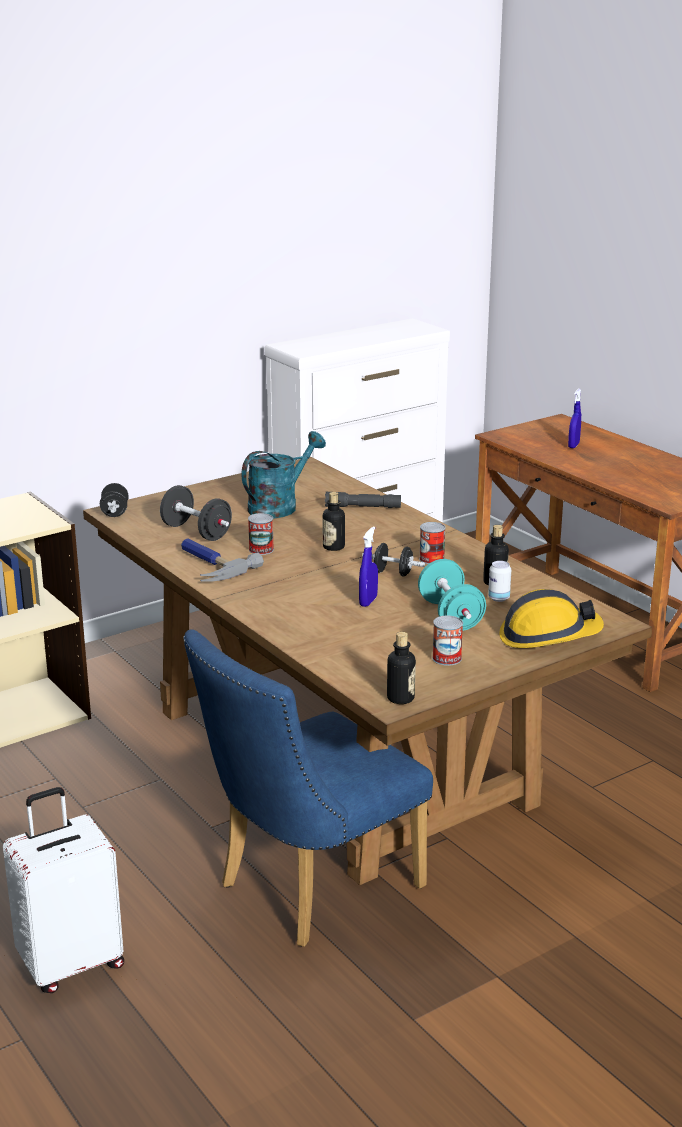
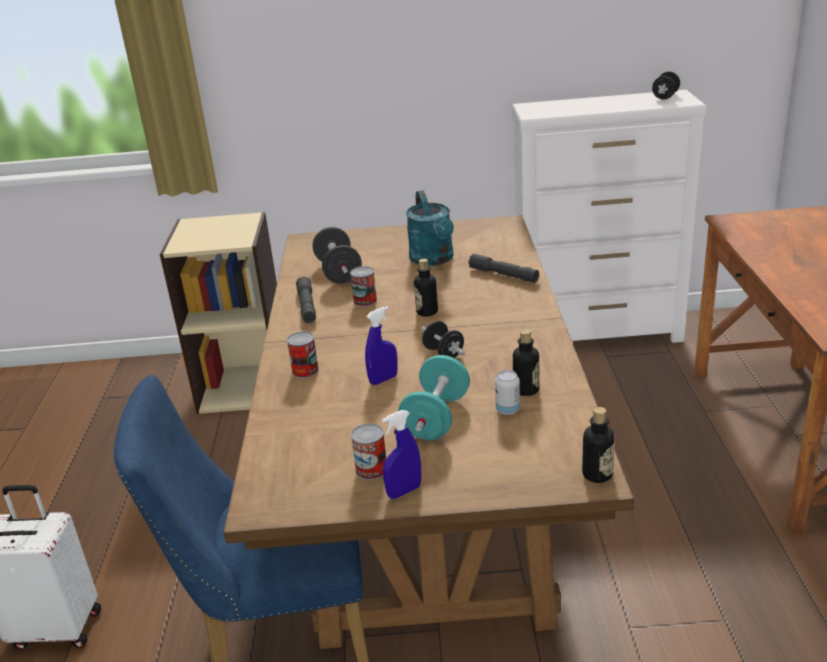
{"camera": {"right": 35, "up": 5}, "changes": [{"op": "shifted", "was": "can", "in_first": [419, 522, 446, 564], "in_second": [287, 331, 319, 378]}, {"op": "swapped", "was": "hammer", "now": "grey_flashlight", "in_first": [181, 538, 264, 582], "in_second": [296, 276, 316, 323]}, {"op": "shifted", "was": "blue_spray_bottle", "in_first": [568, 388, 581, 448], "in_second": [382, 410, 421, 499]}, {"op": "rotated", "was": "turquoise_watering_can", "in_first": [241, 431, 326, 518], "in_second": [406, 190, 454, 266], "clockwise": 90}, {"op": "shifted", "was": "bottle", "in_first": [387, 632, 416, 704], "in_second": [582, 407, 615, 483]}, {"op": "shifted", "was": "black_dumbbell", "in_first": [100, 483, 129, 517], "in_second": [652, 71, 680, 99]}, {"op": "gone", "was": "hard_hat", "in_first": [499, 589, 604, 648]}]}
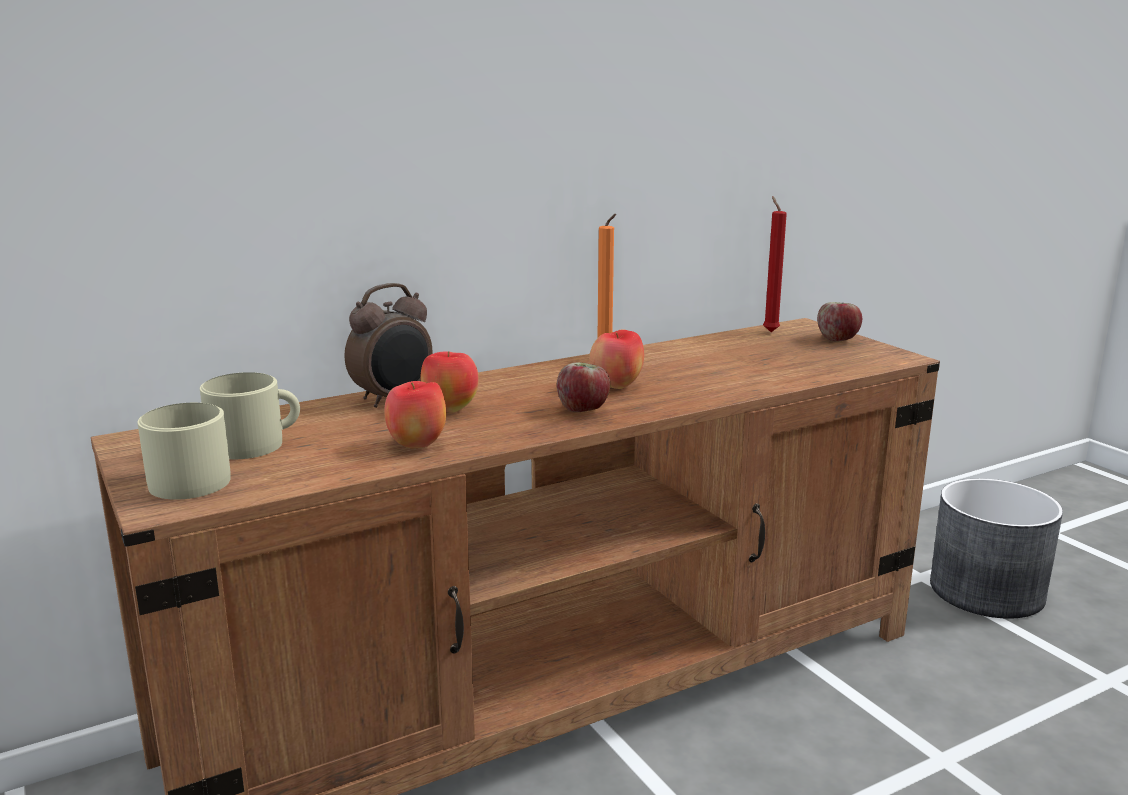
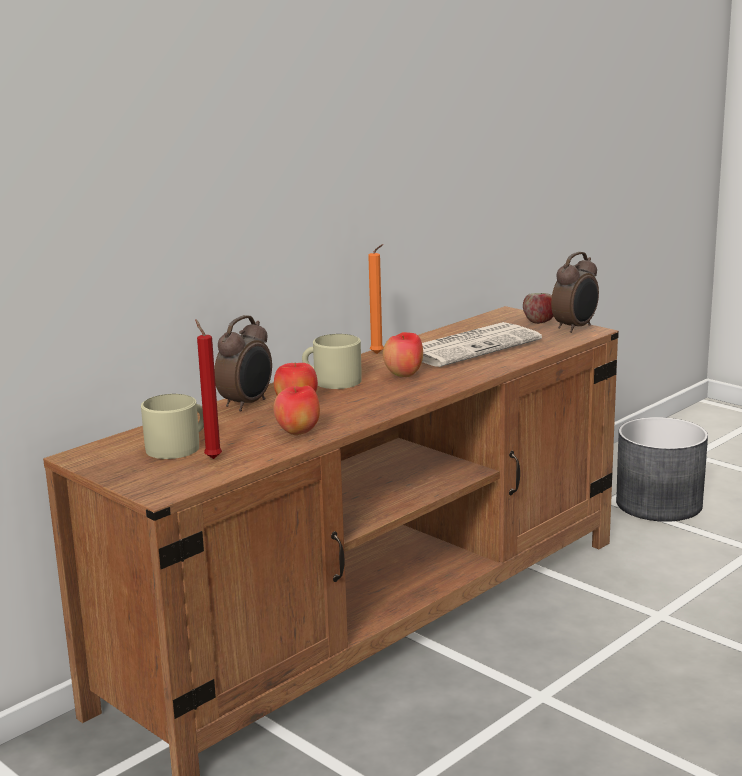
{"camera": {"right": -15, "up": 0}, "changes": [{"op": "shifted", "was": "red_candle", "in_first": [763, 196, 787, 332], "in_second": [195, 320, 222, 459]}, {"op": "shifted", "was": "beige_mug", "in_first": [137, 403, 231, 500], "in_second": [302, 334, 362, 389]}, {"op": "new", "now": "newspaper", "in_second": [422, 322, 542, 367]}, {"op": "new", "now": "alarm_clock", "in_second": [551, 252, 599, 333]}, {"op": "gone", "was": "apple", "in_first": [557, 362, 610, 412]}]}
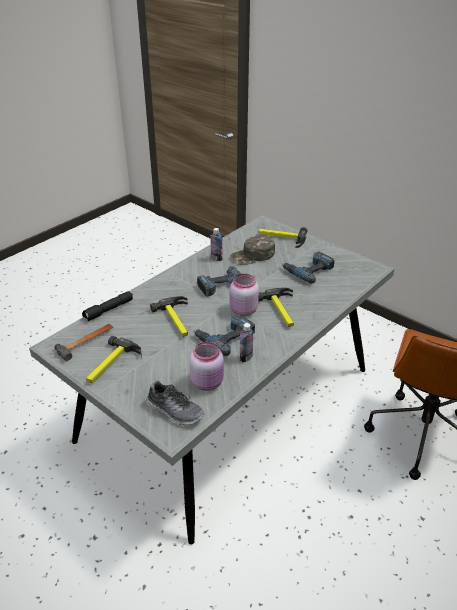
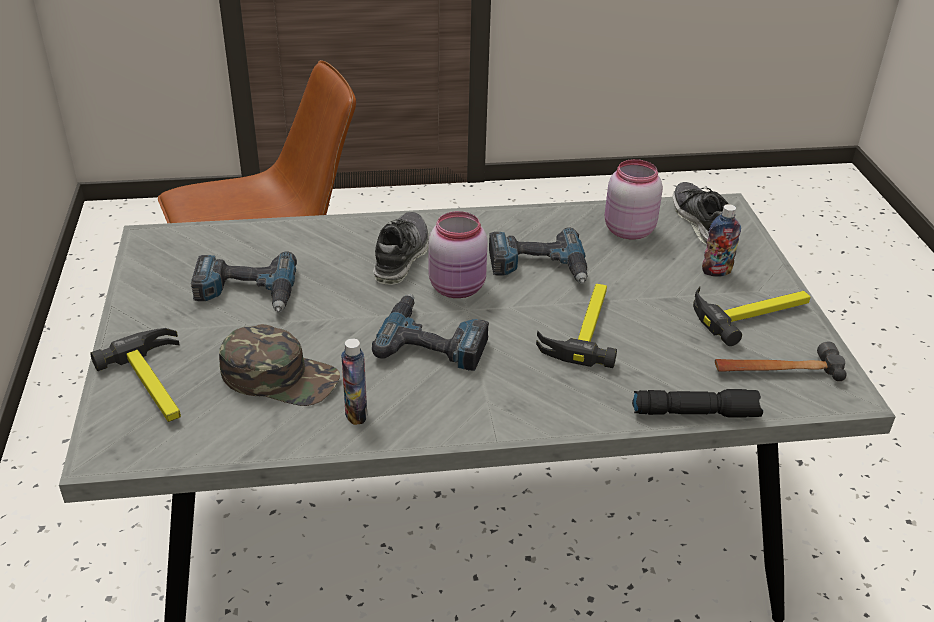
{"camera": {"right": -140, "up": 0}, "changes": [{"op": "swapped", "was": "hammer", "now": "shoe", "in_first": [258, 288, 294, 327], "in_second": [373, 212, 429, 285]}, {"op": "shifted", "was": "bottle", "in_first": [240, 323, 253, 362], "in_second": [702, 204, 741, 277]}]}
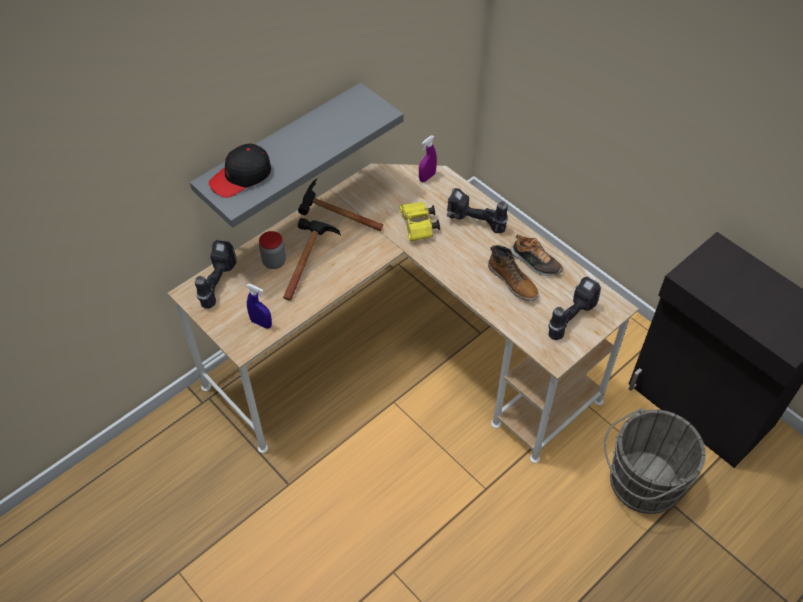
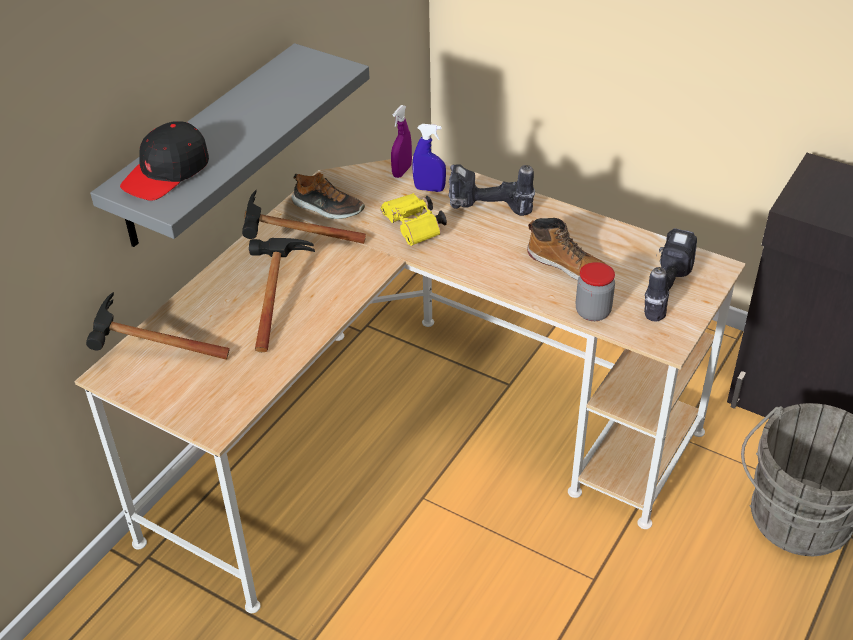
{"camera": {"right": -15, "up": -10}, "changes": [{"op": "swapped", "was": "power_drill", "now": "hammer", "in_first": [195, 240, 237, 309], "in_second": [86, 292, 230, 360]}, {"op": "shifted", "was": "shoe", "in_first": [511, 235, 563, 276], "in_second": [291, 172, 365, 219]}, {"op": "shifted", "was": "blue_spray_bottle", "in_first": [246, 284, 272, 329], "in_second": [412, 124, 446, 192]}, {"op": "shifted", "was": "jar", "in_first": [259, 231, 286, 269], "in_second": [576, 262, 615, 321]}]}
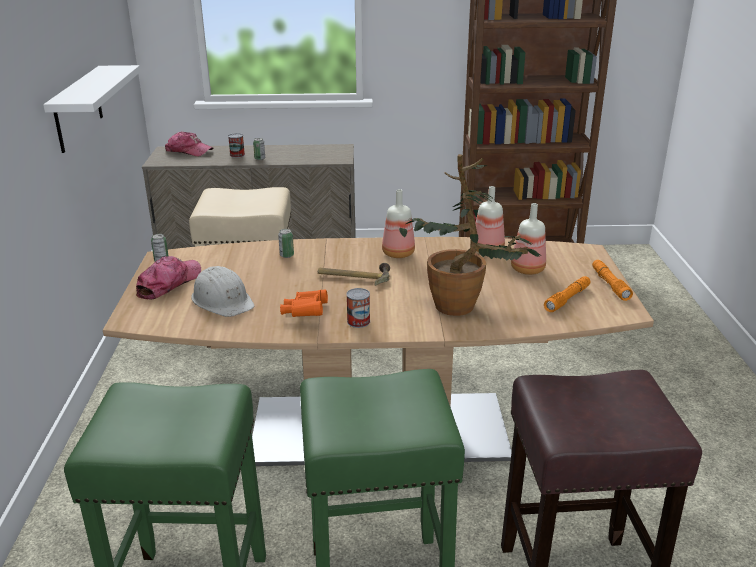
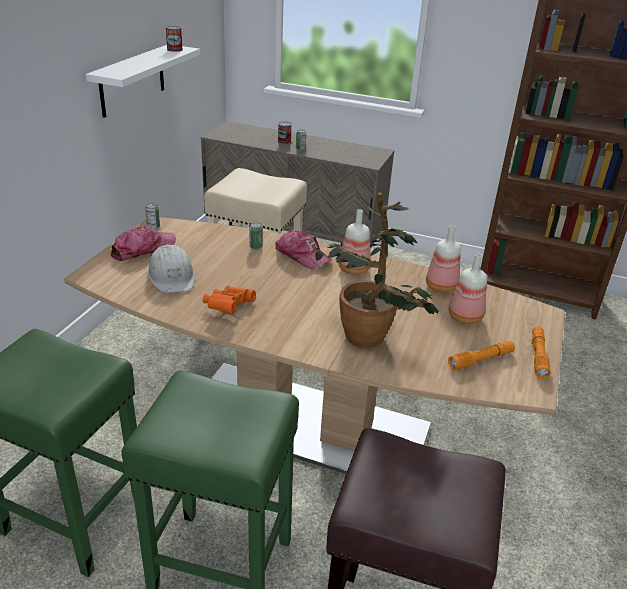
{"camera": {"right": 20, "up": 5}, "changes": [{"op": "shifted", "was": "can", "in_first": [346, 288, 370, 328], "in_second": [165, 26, 183, 52]}, {"op": "shifted", "was": "cap", "in_first": [165, 131, 214, 156], "in_second": [275, 230, 331, 269]}, {"op": "gone", "was": "hammer", "in_first": [318, 263, 390, 286]}]}
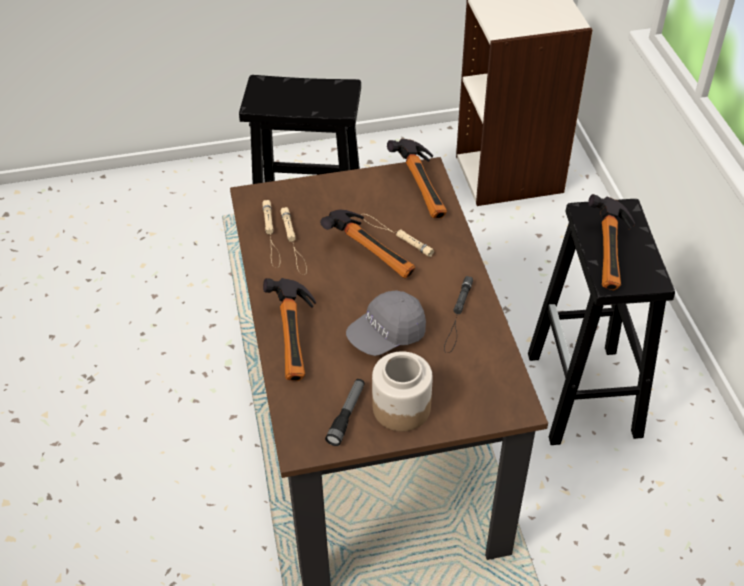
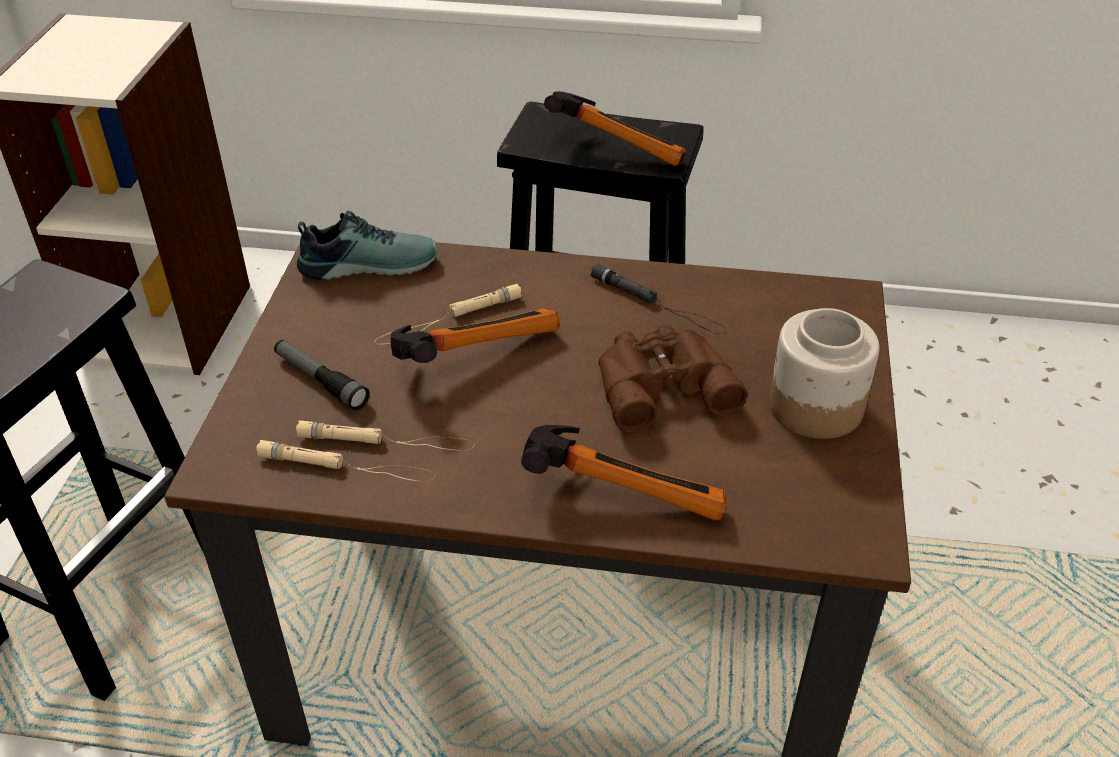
{"camera": {"right": -70, "up": -5}, "changes": [{"op": "shifted", "was": "flashlight", "in_first": [325, 379, 365, 446], "in_second": [274, 340, 370, 410]}, {"op": "swapped", "was": "hammer", "now": "shoe", "in_first": [387, 139, 447, 218], "in_second": [297, 211, 437, 280]}, {"op": "swapped", "was": "grey_cap", "now": "brown_binoculars", "in_first": [346, 290, 426, 356], "in_second": [598, 325, 748, 433]}]}
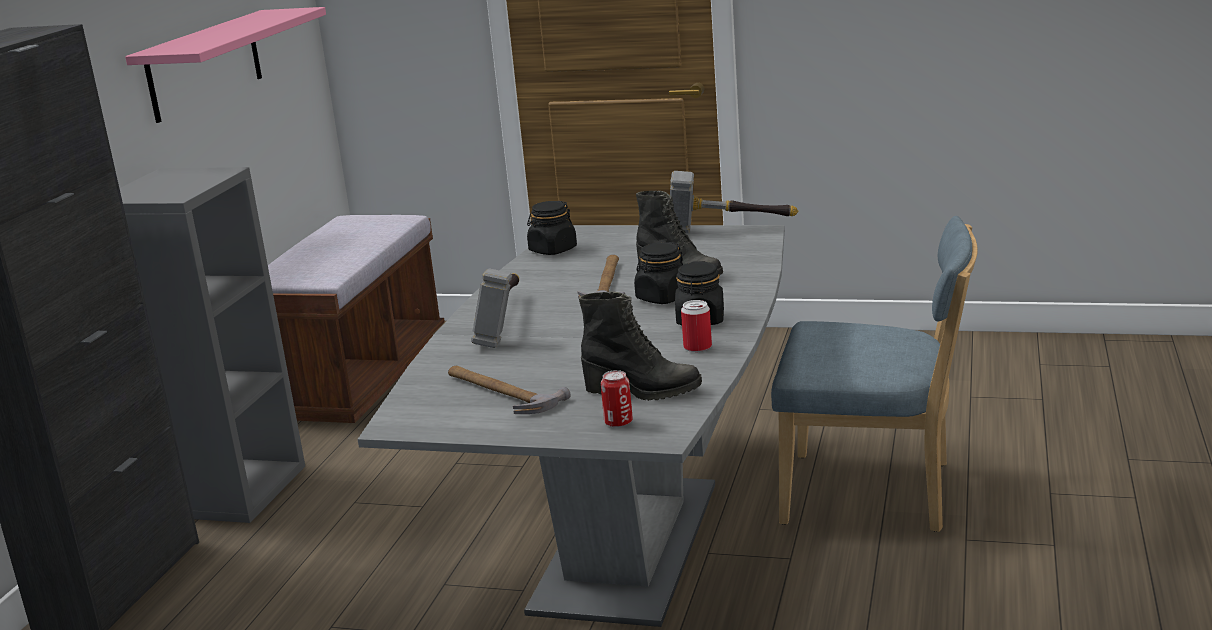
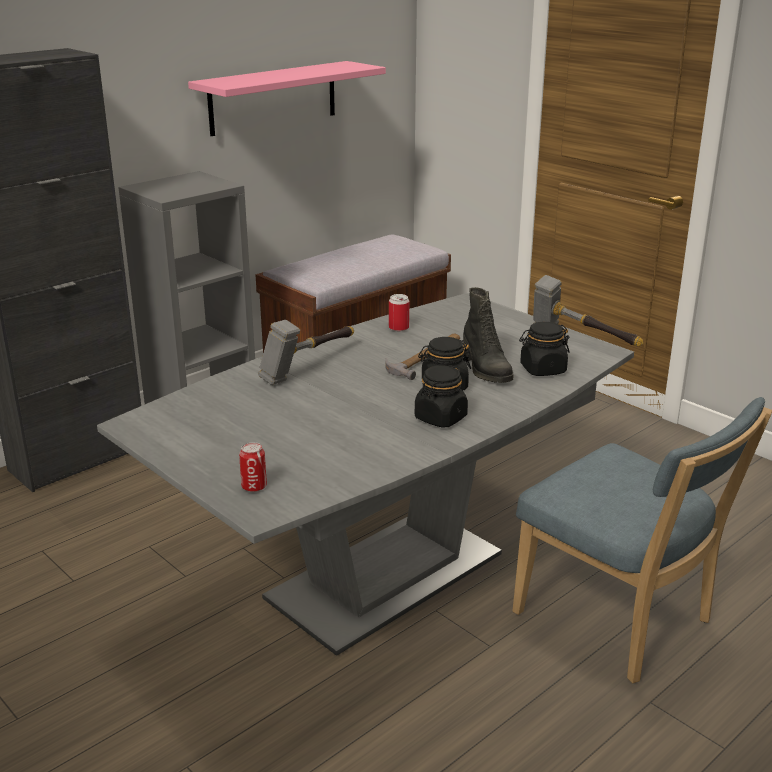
{"camera": {"right": 30, "up": 5}, "changes": [{"op": "shifted", "was": "can", "in_first": [681, 300, 712, 352], "in_second": [389, 294, 409, 331]}, {"op": "shifted", "was": "black_jar", "in_first": [527, 201, 577, 255], "in_second": [519, 322, 570, 376]}, {"op": "gone", "was": "hammer", "in_first": [448, 366, 571, 414]}, {"op": "gone", "was": "black_boot", "in_first": [579, 291, 702, 401]}]}
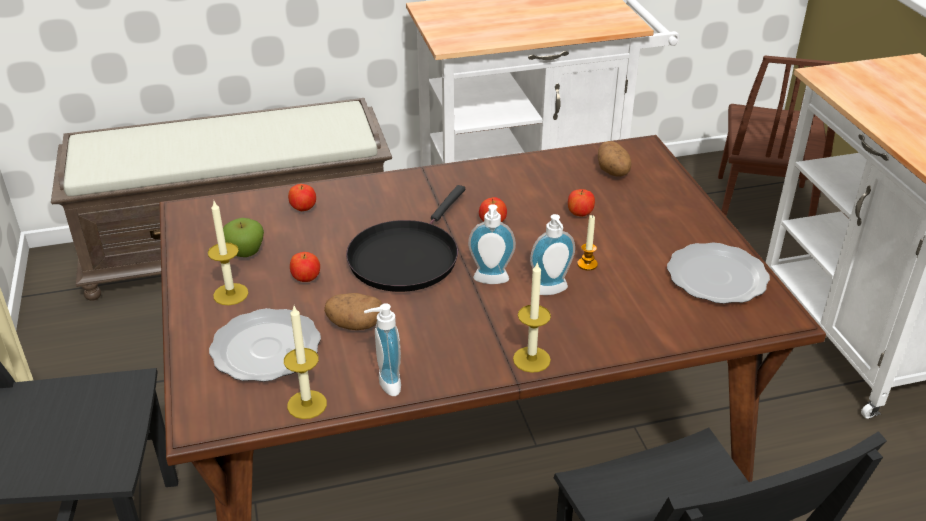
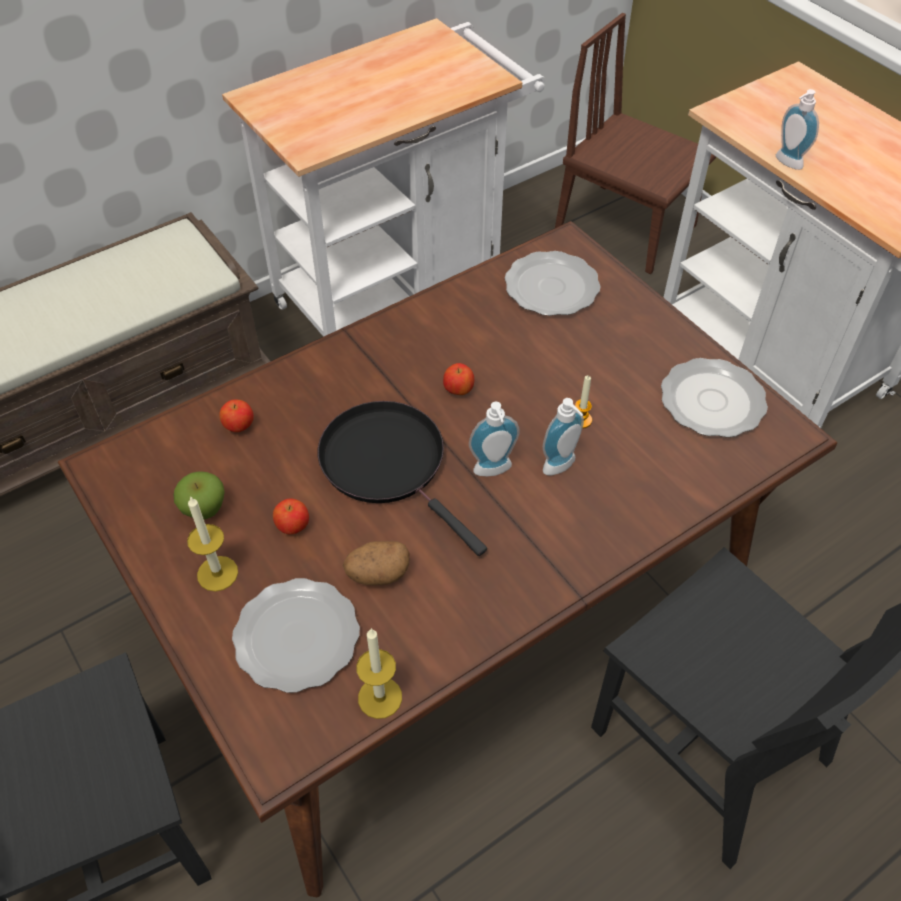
{"camera": {"right": -20, "up": 15}, "changes": [{"op": "rotated", "was": "black_frying_pan", "in_first": [346, 185, 465, 292], "in_second": [318, 401, 487, 556], "clockwise": 135}, {"op": "swapped", "was": "potato", "now": "plate", "in_first": [598, 141, 632, 177], "in_second": [505, 251, 601, 316]}, {"op": "rotated", "was": "brown_chair", "in_first": [718, 55, 842, 217], "in_second": [555, 13, 716, 274], "clockwise": 135}, {"op": "shifted", "was": "soap_dispenser", "in_first": [364, 303, 401, 396], "in_second": [776, 89, 819, 170]}, {"op": "gone", "was": "candle", "in_first": [513, 262, 551, 373]}, {"op": "gone", "was": "apple", "in_first": [568, 189, 595, 217]}]}
